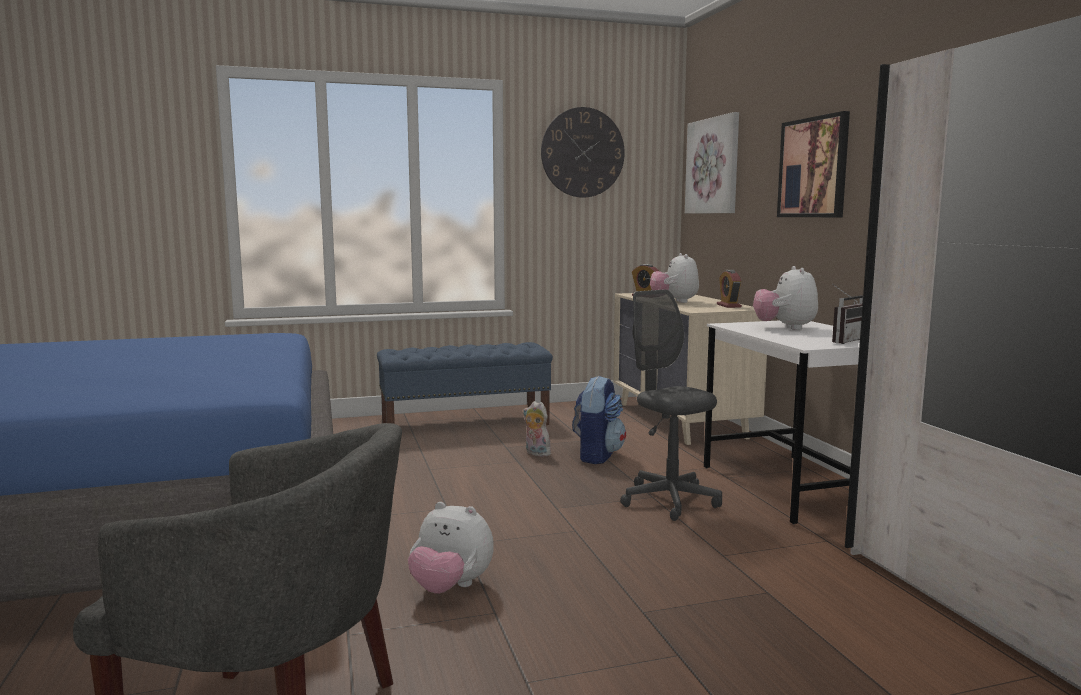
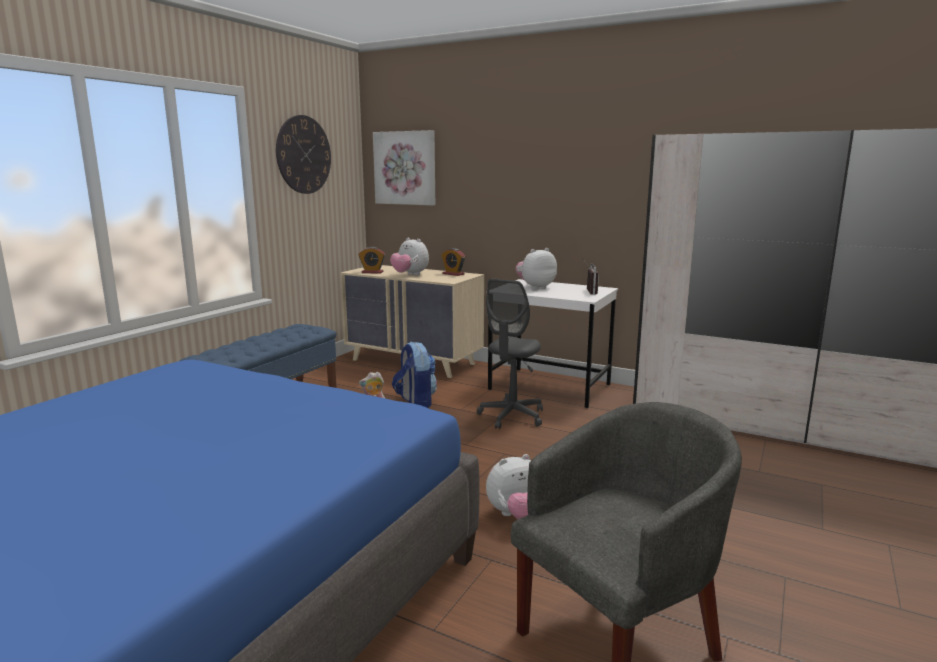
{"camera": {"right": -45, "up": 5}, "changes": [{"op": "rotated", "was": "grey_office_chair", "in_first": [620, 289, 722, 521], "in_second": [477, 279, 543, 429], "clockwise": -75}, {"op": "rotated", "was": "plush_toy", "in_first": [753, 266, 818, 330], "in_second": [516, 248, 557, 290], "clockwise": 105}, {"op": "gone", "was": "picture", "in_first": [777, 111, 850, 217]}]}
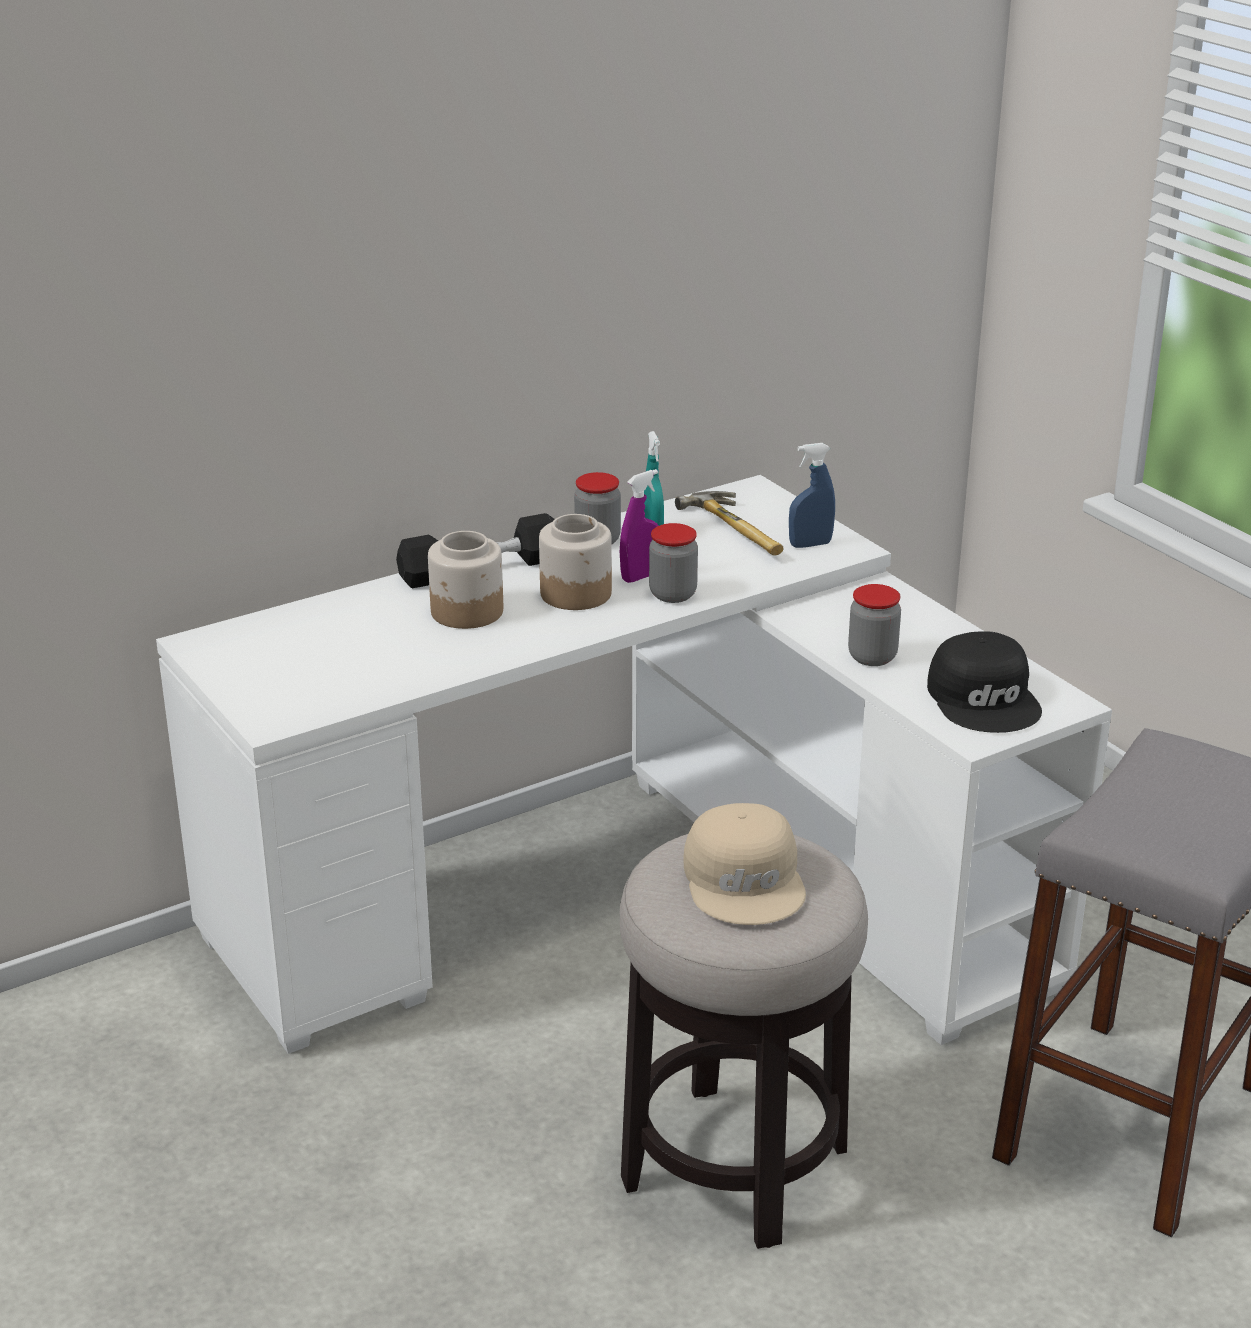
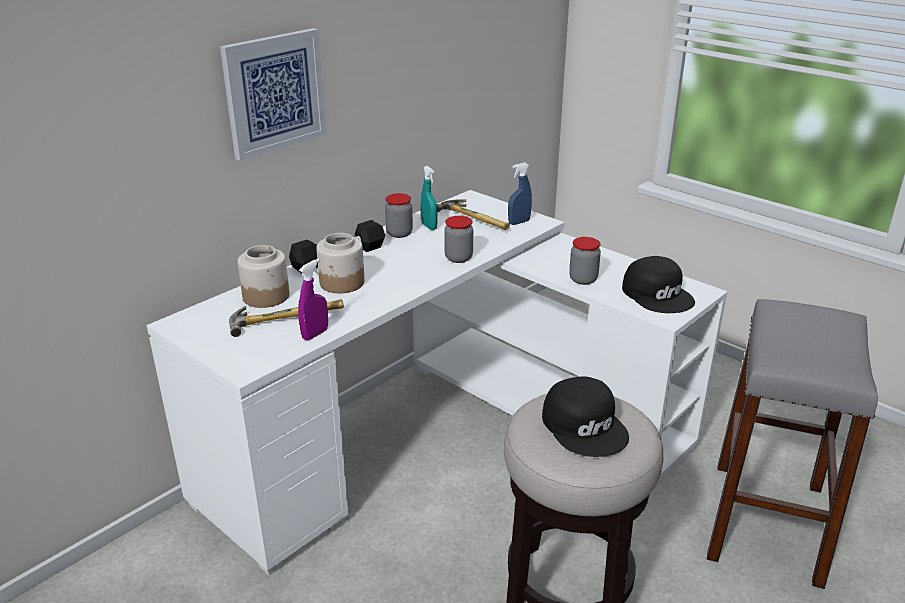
{"camera": {"right": -15, "up": 0}, "changes": [{"op": "new", "now": "picture", "in_second": [220, 28, 326, 161]}, {"op": "new", "now": "hammer", "in_second": [229, 299, 344, 337]}, {"op": "shifted", "was": "jar", "in_first": [539, 514, 612, 610], "in_second": [238, 245, 289, 308]}, {"op": "shifted", "was": "purple_spray_bottle", "in_first": [620, 469, 659, 583], "in_second": [298, 259, 328, 340]}, {"op": "repainted", "was": "beige_cap", "now": "black_cap", "in_first": [683, 803, 806, 925], "in_second": [542, 376, 629, 457]}]}
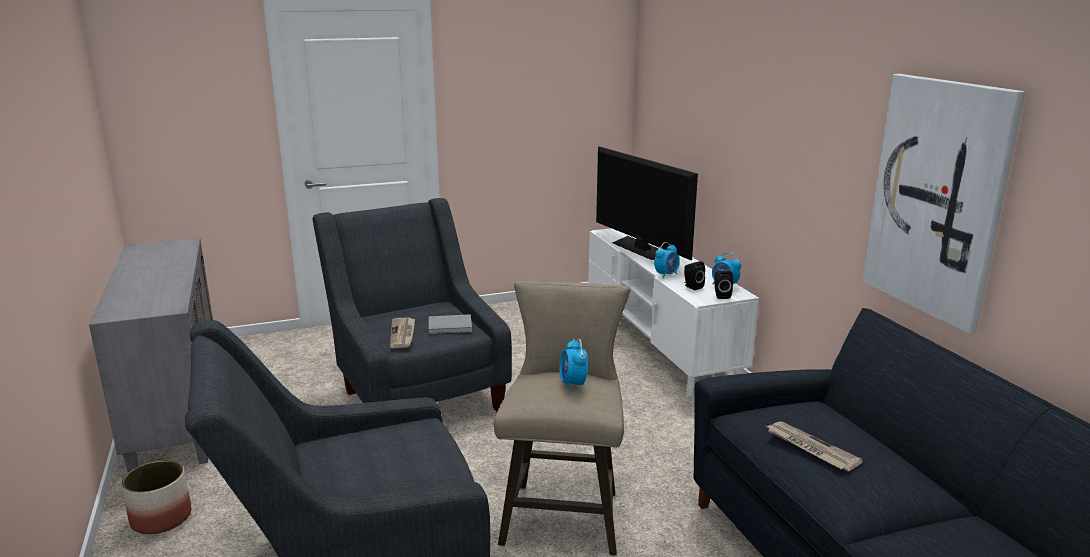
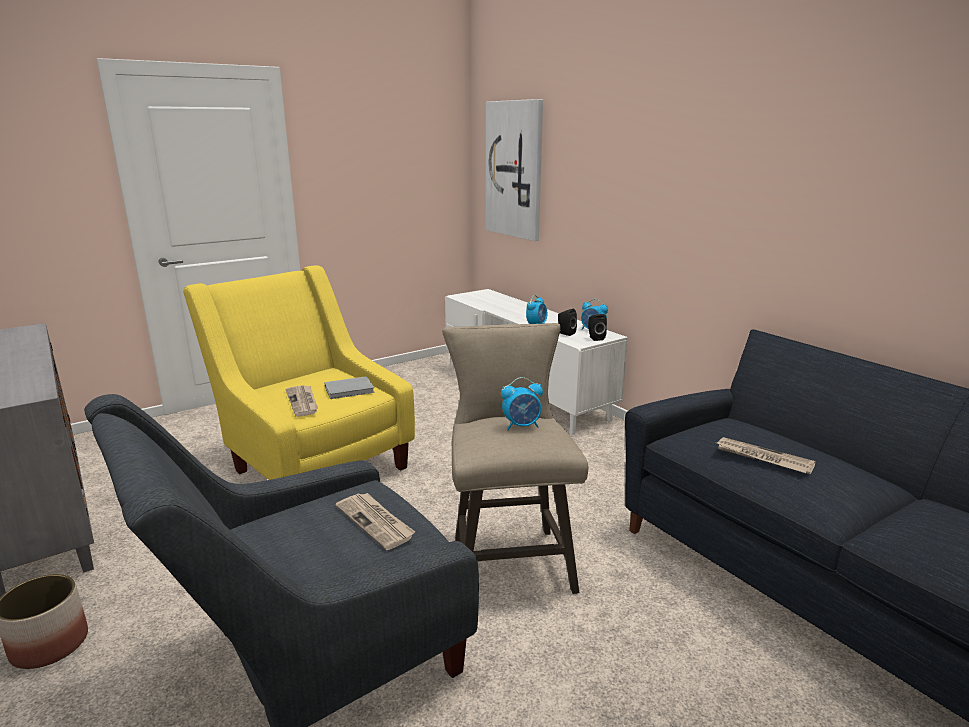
{"camera": {"right": -15, "up": 0}, "changes": [{"op": "repainted", "was": "grey_armchair", "now": "yellow_armchair", "in_first": [313, 198, 512, 412], "in_second": [183, 265, 415, 480]}, {"op": "new", "now": "newspaper", "in_second": [335, 493, 415, 550]}, {"op": "shifted", "was": "picture", "in_first": [862, 74, 1025, 333], "in_second": [486, 99, 543, 241]}, {"op": "rotated", "was": "alarm_clock", "in_first": [559, 339, 588, 392], "in_second": [501, 377, 543, 430], "clockwise": -75}, {"op": "gone", "was": "television", "in_first": [596, 146, 698, 260]}]}
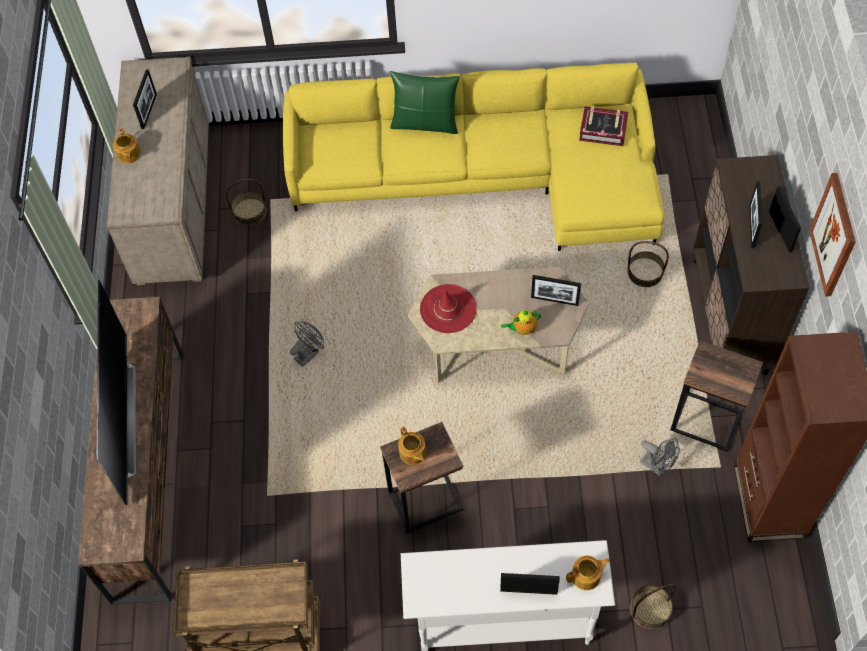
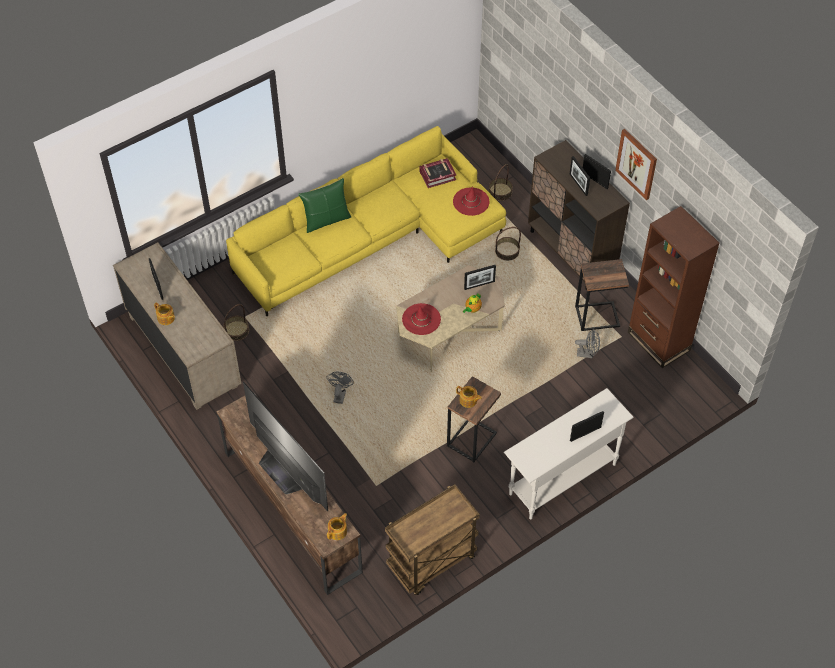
{"camera": {"right": -35, "up": -5}, "changes": [{"op": "shifted", "was": "teapot", "in_first": [566, 556, 610, 590], "in_second": [327, 513, 347, 540]}, {"op": "new", "now": "red_hat", "in_second": [453, 187, 489, 216]}, {"op": "shifted", "was": "basket", "in_first": [630, 584, 676, 630], "in_second": [489, 164, 513, 201]}]}
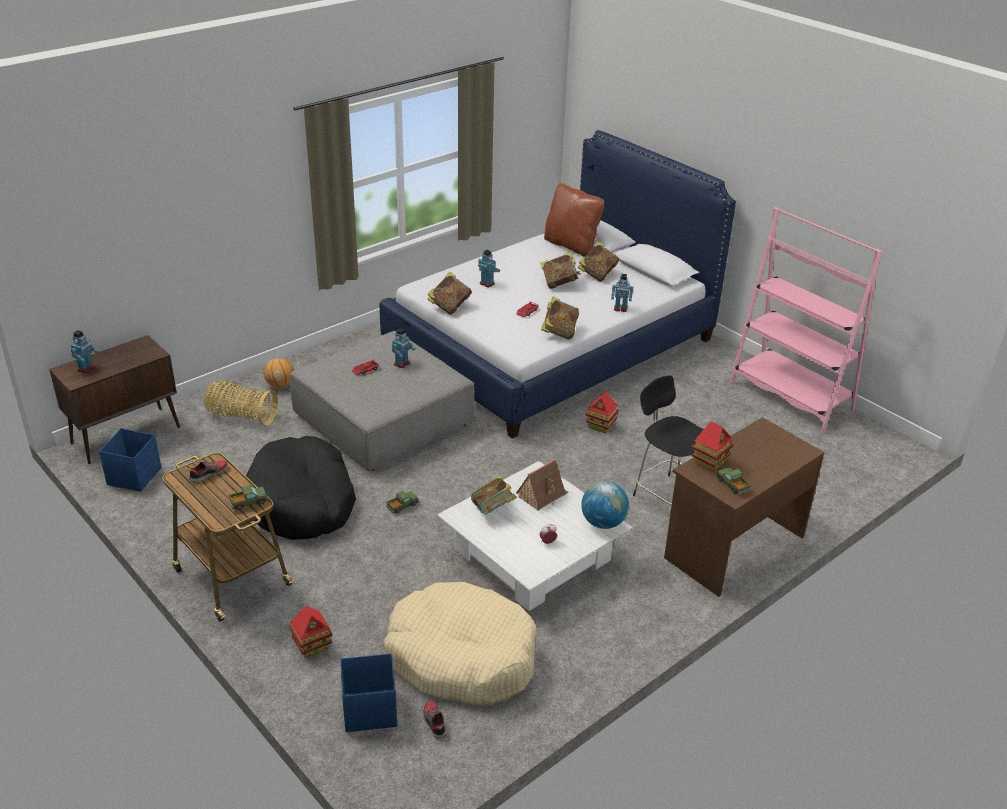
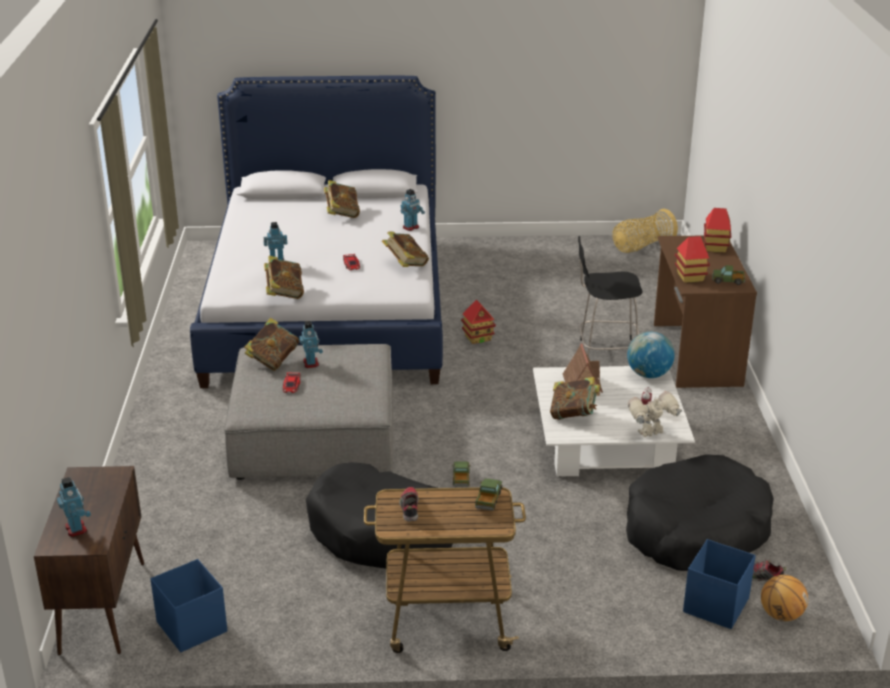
{"camera": {"right": -50, "up": -5}, "changes": [{"op": "shifted", "was": "book", "in_first": [540, 252, 581, 289], "in_second": [245, 318, 299, 371]}, {"op": "shifted", "was": "basket", "in_first": [204, 380, 278, 426], "in_second": [612, 209, 678, 253]}, {"op": "repainted", "was": "beige_dog_bed", "now": "black_dog_bed", "in_first": [384, 582, 537, 705], "in_second": [626, 454, 774, 571]}, {"op": "new", "now": "toy_robot", "in_second": [628, 391, 682, 437]}, {"op": "shifted", "was": "toy_house", "in_first": [289, 606, 333, 658], "in_second": [704, 208, 731, 252]}, {"op": "shifted", "was": "basketball", "in_first": [264, 358, 294, 388], "in_second": [761, 575, 808, 621]}, {"op": "gone", "was": "brown_pillow", "in_first": [544, 183, 605, 257]}, {"op": "gone", "was": "pink_bookcase", "in_first": [729, 207, 883, 434]}]}
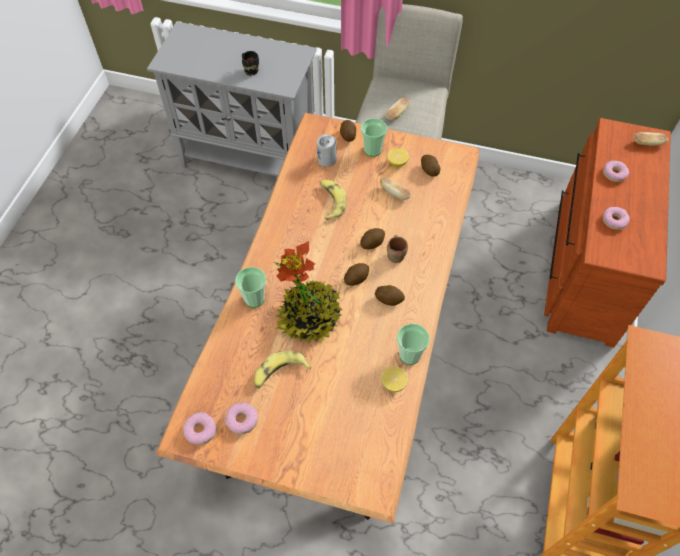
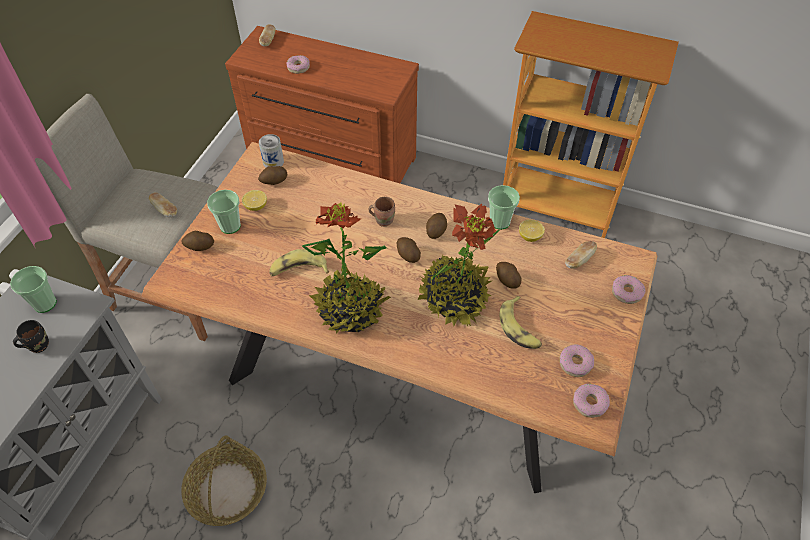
{"camera": {"right": -85, "up": -5}, "changes": [{"op": "shifted", "was": "cup", "in_first": [235, 267, 266, 308], "in_second": [10, 266, 57, 313]}, {"op": "new", "now": "basket", "in_second": [181, 436, 267, 526]}, {"op": "shifted", "was": "can", "in_first": [317, 135, 337, 167], "in_second": [259, 134, 284, 168]}, {"op": "new", "now": "potted_plant", "in_second": [302, 203, 391, 334]}, {"op": "shifted", "was": "potato", "in_first": [360, 228, 385, 249], "in_second": [496, 262, 521, 289]}, {"op": "shifted", "was": "bread", "in_first": [380, 177, 411, 200], "in_second": [565, 241, 597, 269]}, {"op": "shifted", "was": "donut", "in_first": [602, 207, 630, 230], "in_second": [612, 275, 646, 304]}]}
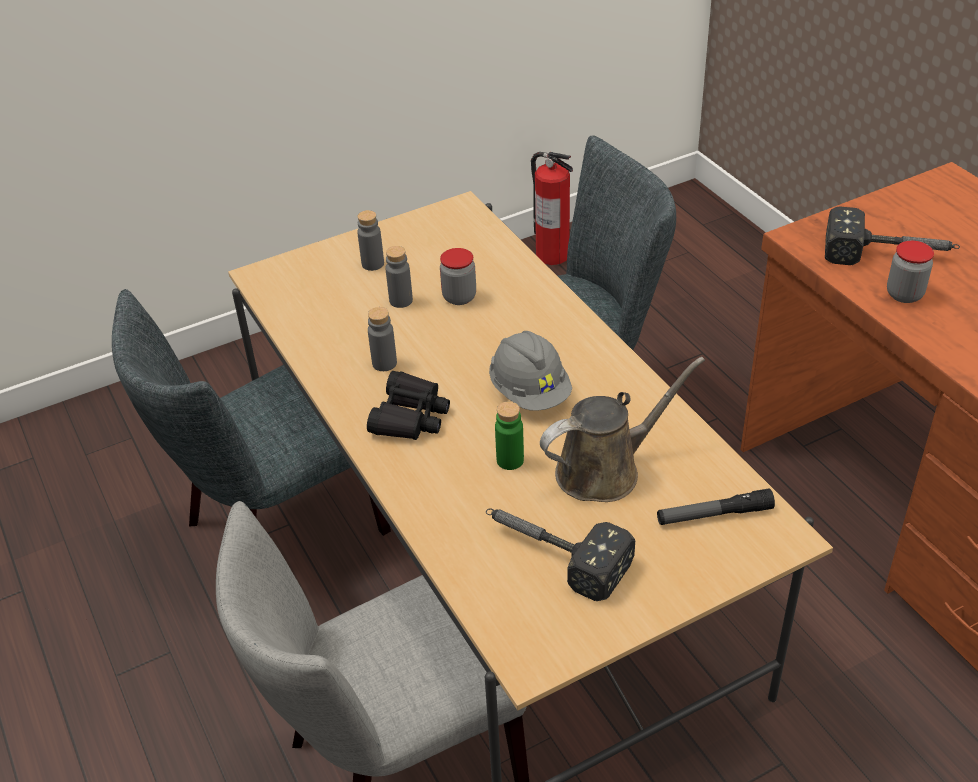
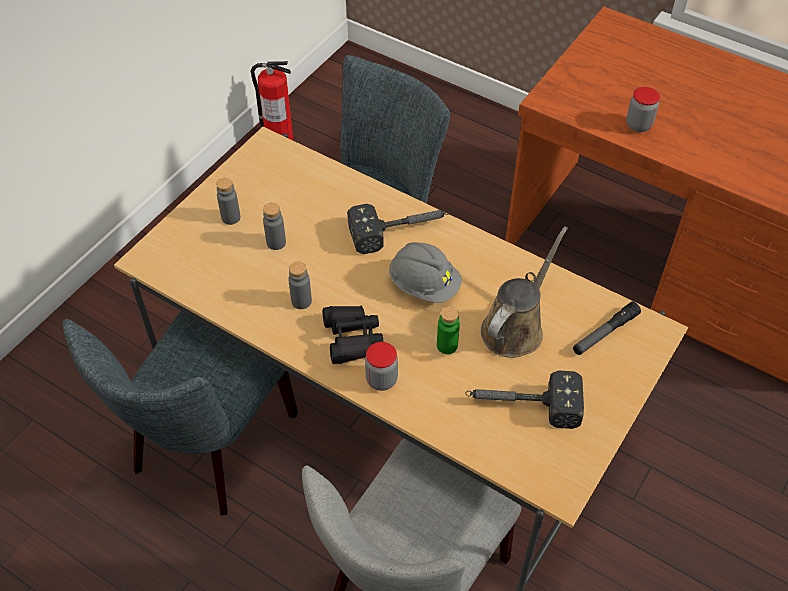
{"camera": {"right": -30, "up": 10}, "changes": [{"op": "shifted", "was": "hammer", "in_first": [825, 206, 960, 265], "in_second": [347, 204, 449, 254]}, {"op": "shifted", "was": "jar", "in_first": [440, 248, 476, 305], "in_second": [365, 342, 398, 391]}]}
